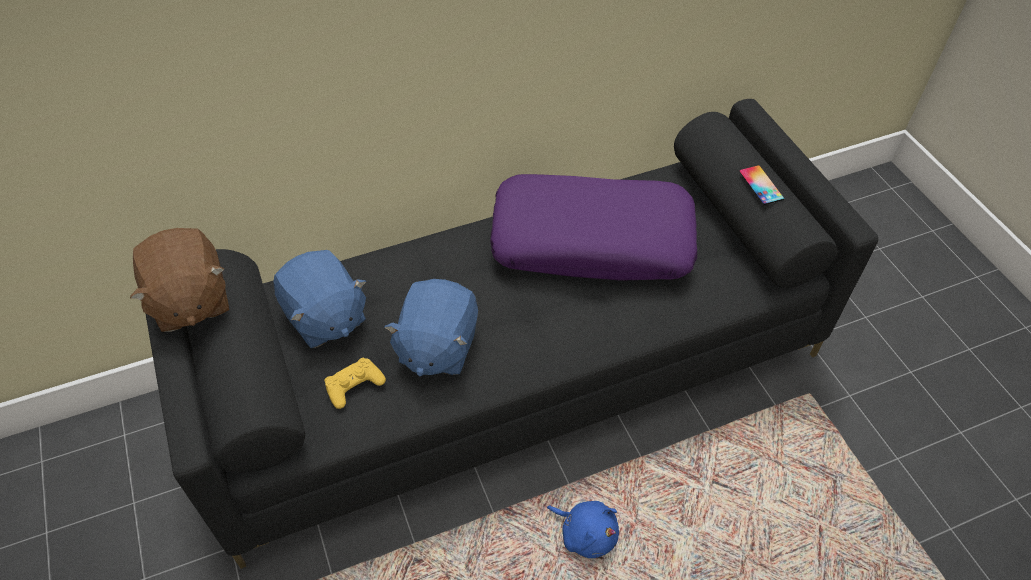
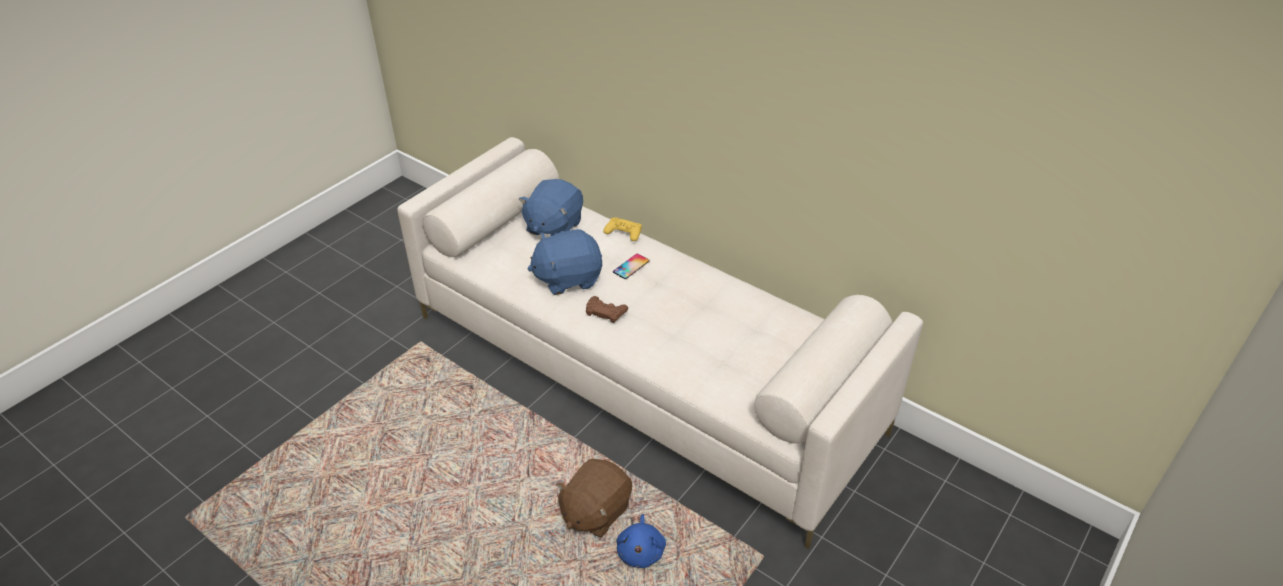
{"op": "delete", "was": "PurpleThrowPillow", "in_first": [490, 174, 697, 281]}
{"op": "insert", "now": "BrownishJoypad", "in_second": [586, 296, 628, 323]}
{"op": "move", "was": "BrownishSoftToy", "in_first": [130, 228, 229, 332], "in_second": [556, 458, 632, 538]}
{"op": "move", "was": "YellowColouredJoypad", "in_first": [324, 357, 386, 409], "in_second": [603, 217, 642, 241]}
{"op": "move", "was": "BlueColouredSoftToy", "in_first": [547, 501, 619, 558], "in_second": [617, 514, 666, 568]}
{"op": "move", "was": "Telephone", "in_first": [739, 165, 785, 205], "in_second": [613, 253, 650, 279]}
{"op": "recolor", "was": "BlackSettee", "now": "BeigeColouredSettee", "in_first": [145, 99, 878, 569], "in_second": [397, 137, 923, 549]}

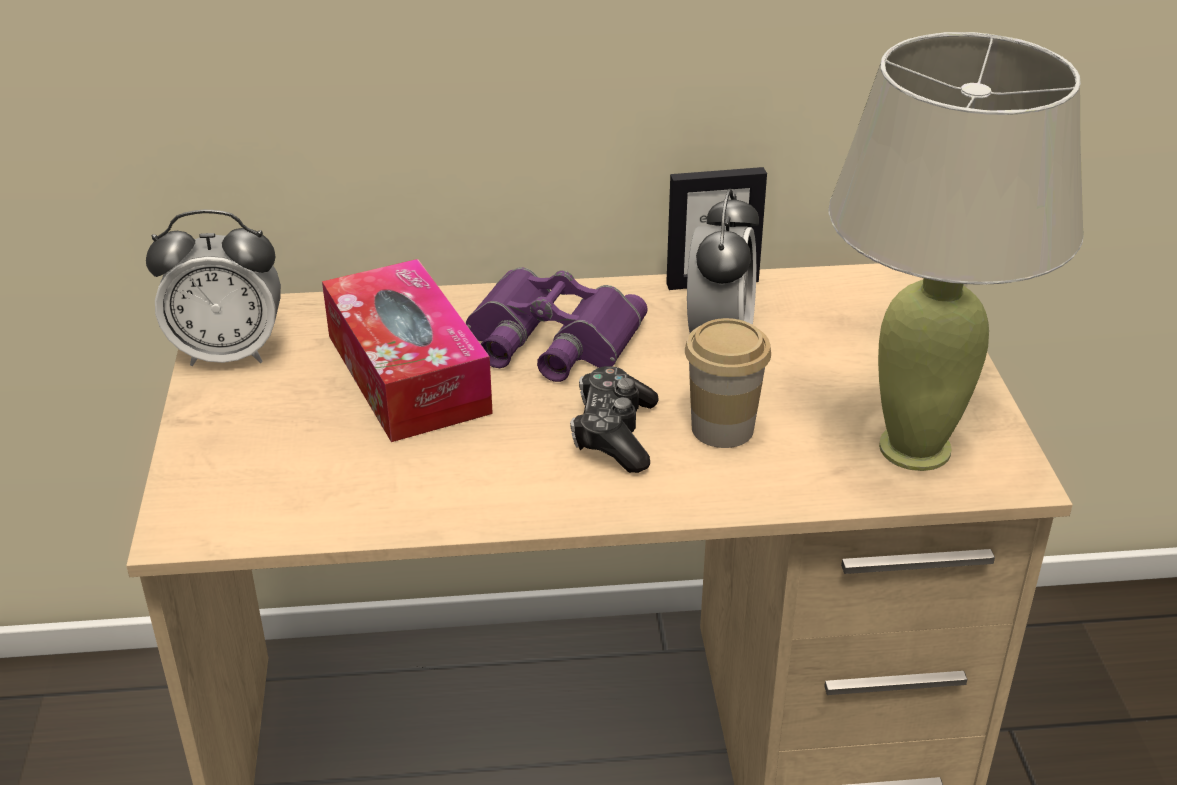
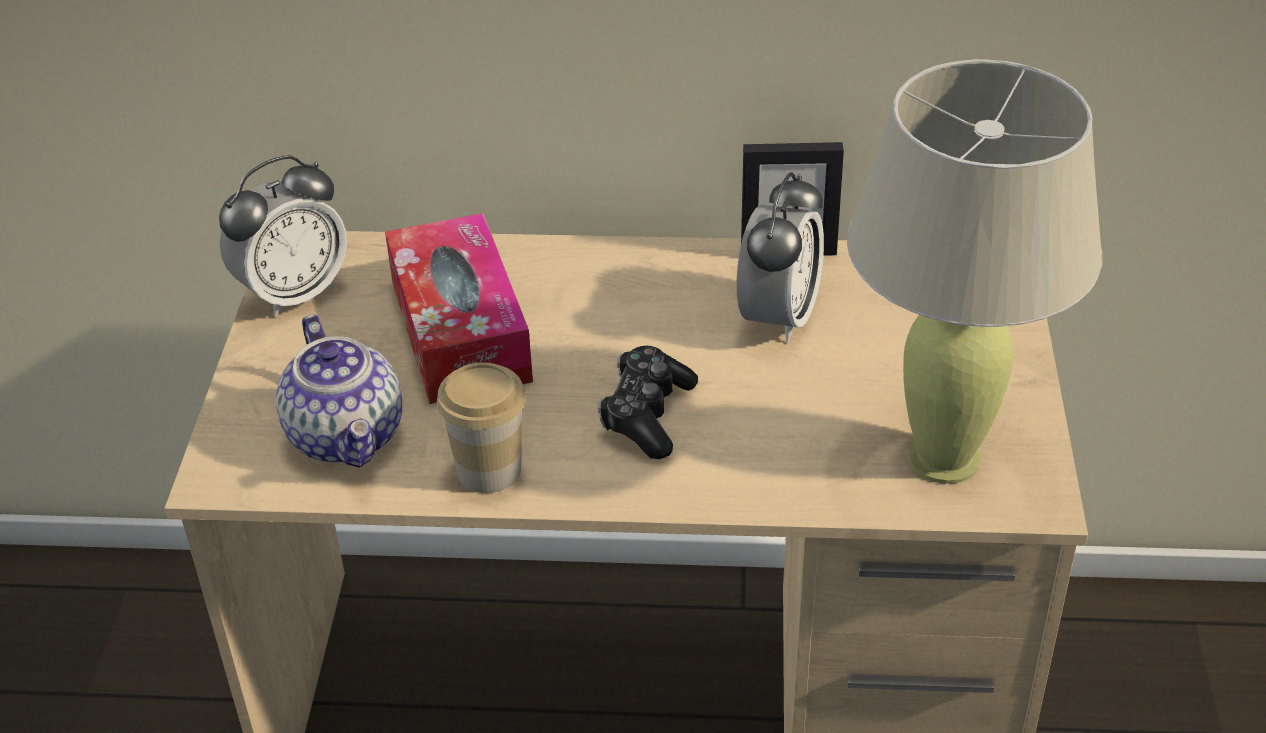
{"op": "delete", "was": "PurplePairOfBinoculars", "in_first": [466, 267, 648, 382]}
{"op": "insert", "now": "Teapot", "in_second": [276, 315, 402, 468]}
{"op": "move", "was": "Cup", "in_first": [685, 318, 771, 448], "in_second": [437, 362, 526, 493]}
{"op": "rotate", "was": "BedsideClock", "in_first": [146, 210, 281, 366], "in_second": [219, 155, 347, 317], "clockwise": -45}

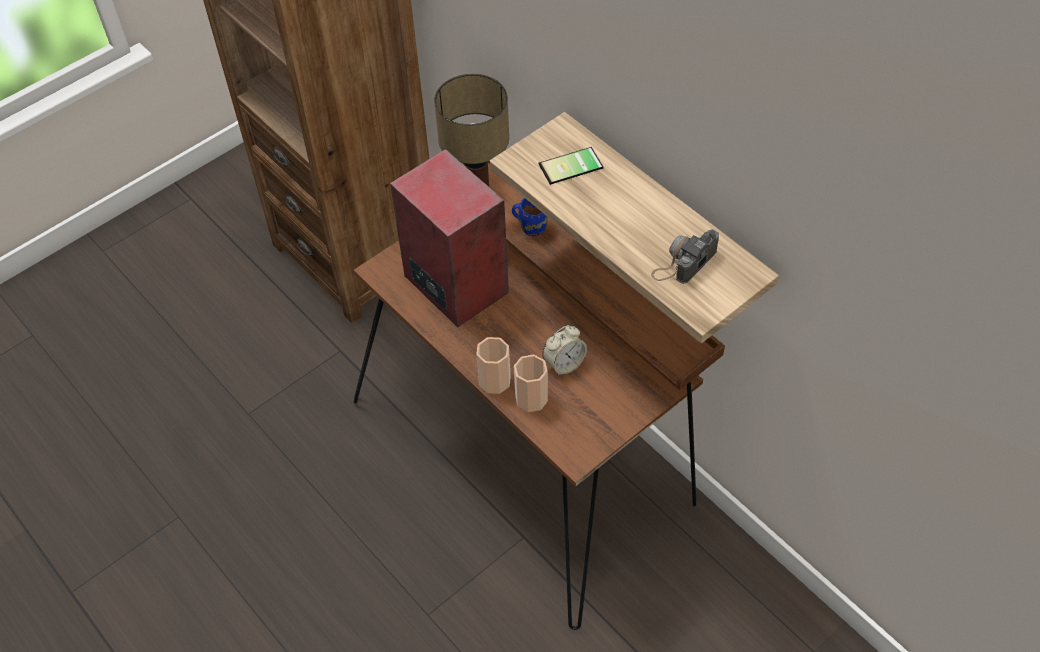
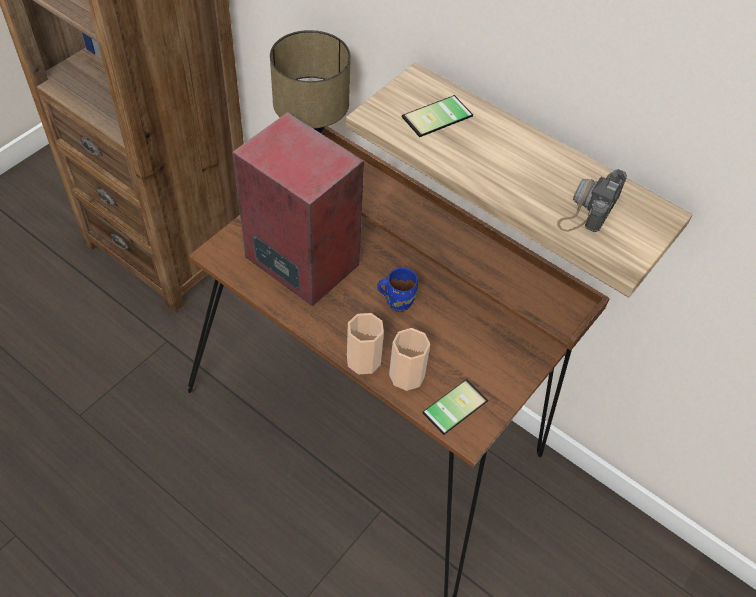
{"op": "delete", "was": "BedsideClock", "in_first": [542, 325, 587, 376]}
{"op": "insert", "now": "Telephone", "in_second": [422, 379, 488, 435]}
{"op": "move", "was": "BlueColouredTeaMug", "in_first": [512, 198, 548, 236], "in_second": [377, 267, 418, 312]}

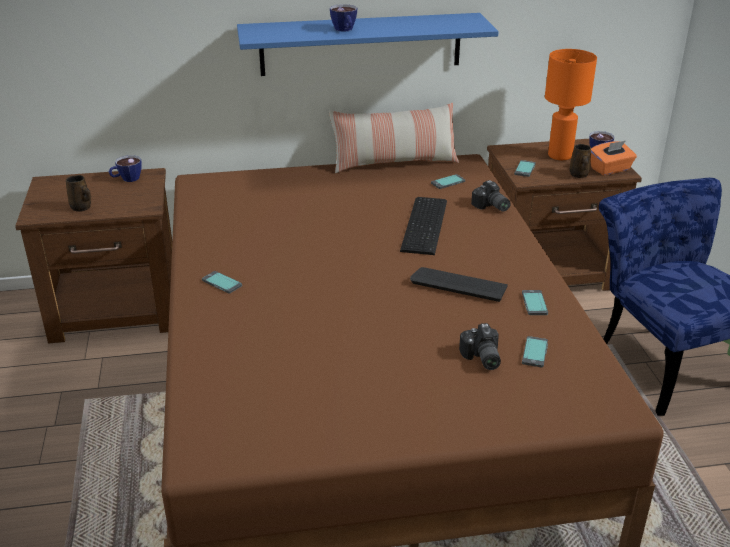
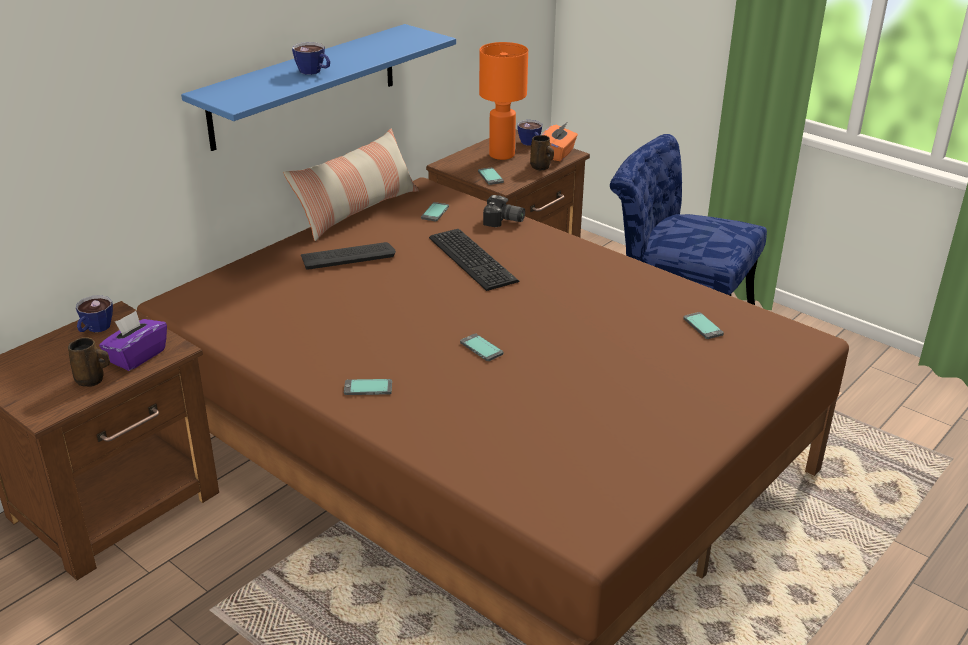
{"op": "delete", "was": "StillCamera", "in_first": [459, 323, 501, 370]}
{"op": "insert", "now": "PurpleBoxOfTissues", "in_second": [99, 311, 167, 371]}
{"op": "move", "was": "ComputerKeyboard", "in_first": [410, 267, 508, 302], "in_second": [301, 242, 396, 270]}
{"op": "move", "was": "Telephone", "in_first": [522, 290, 548, 315], "in_second": [460, 333, 503, 361]}

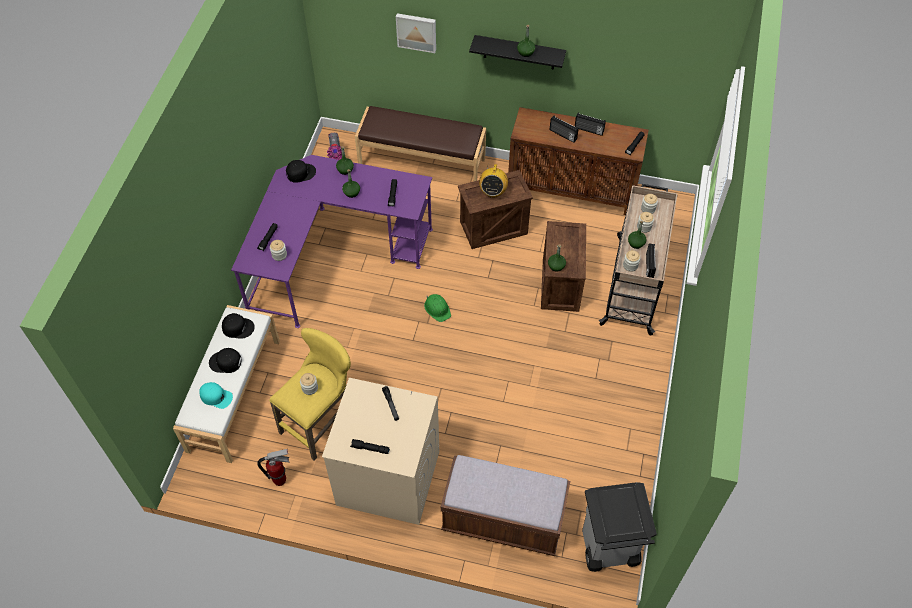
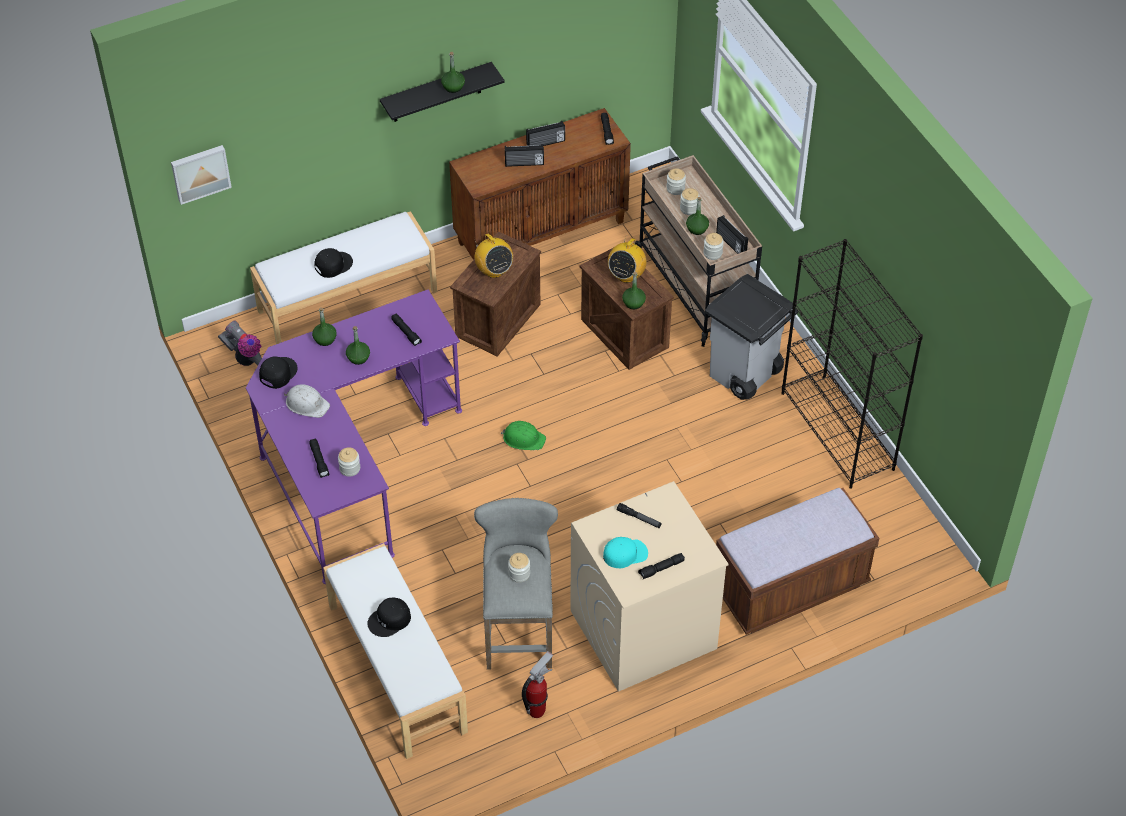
{"op": "insert", "now": "WhiteColouredHardHat", "in_second": [284, 384, 330, 418]}
{"op": "insert", "now": "Radio", "in_second": [608, 234, 646, 283]}
{"op": "insert", "now": "BlackBookcase", "in_second": [781, 239, 923, 489]}
{"op": "move", "was": "TurquoiseColouredPeakedCap", "in_first": [199, 382, 233, 409], "in_second": [603, 537, 648, 568]}
{"op": "move", "was": "BlackPeakedCap", "in_first": [222, 313, 255, 339], "in_second": [314, 248, 353, 278]}
{"op": "move", "was": "Picture", "in_first": [396, 13, 436, 53], "in_second": [171, 145, 232, 205]}
{"op": "move", "was": "GreyishWasteBin", "in_first": [582, 482, 657, 572], "in_second": [705, 274, 798, 400]}
{"op": "recolor", "was": "YellowColouredStoolSeat", "now": "GreyishStoolSeat", "in_first": [269, 328, 351, 460], "in_second": [474, 498, 558, 670]}
{"op": "recolor", "was": "BrownishIndoorBench", "now": "WhiteColouredIndoorBench", "in_first": [355, 106, 486, 182], "in_second": [250, 211, 437, 344]}

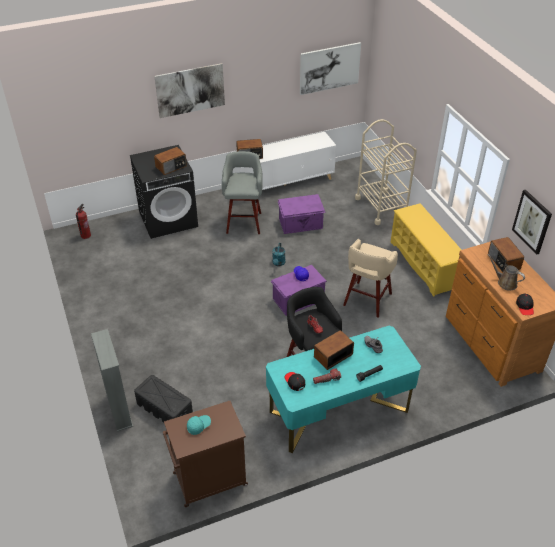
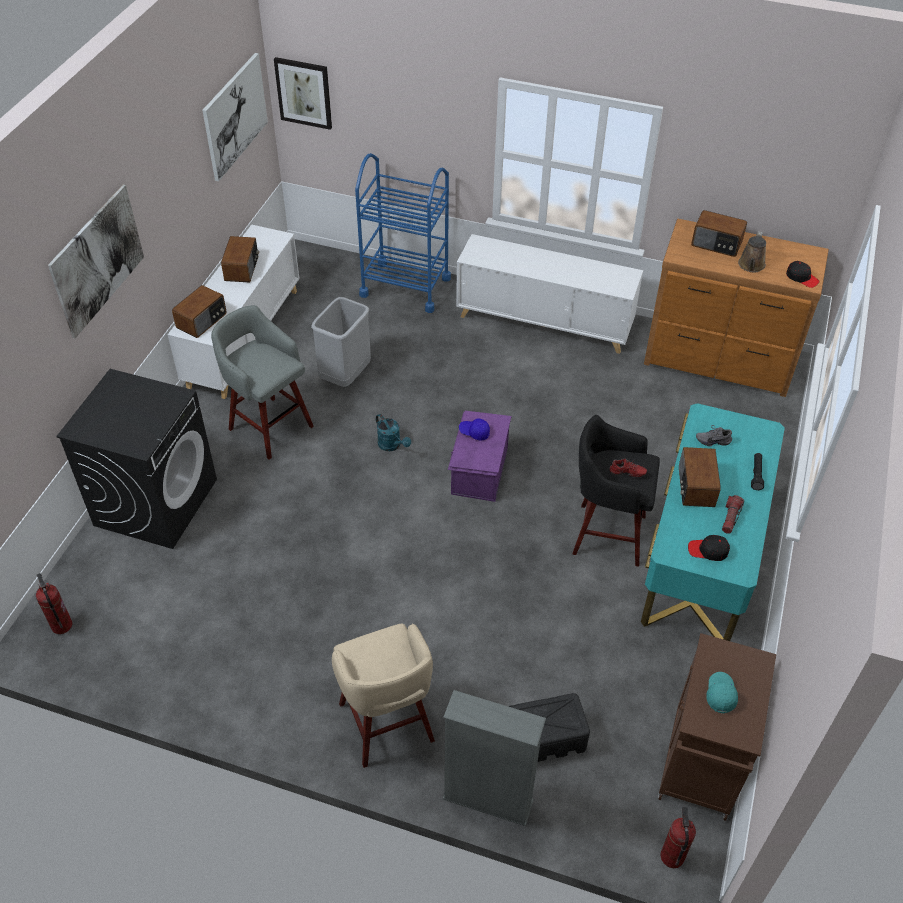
{"op": "insert", "now": "Extinguisher", "in_second": [661, 806, 696, 868]}
{"op": "move", "was": "Radio", "in_first": [154, 147, 187, 175], "in_second": [221, 236, 259, 283]}
{"op": "move", "was": "BeigeColouredStoolSeat", "in_first": [343, 239, 398, 318], "in_second": [332, 623, 435, 768]}
{"op": "move", "was": "Picture", "in_first": [512, 190, 552, 255], "in_second": [274, 57, 332, 130]}
{"op": "replace", "was": "PurpleStorageContainer", "now": "GreyishWasteBin", "in_first": [278, 194, 326, 234], "in_second": [311, 297, 371, 387]}
{"op": "replace", "was": "YellowColouredShoeStand", "now": "WhiteColouredCupboard", "in_first": [391, 203, 461, 297], "in_second": [456, 234, 643, 354]}
{"op": "recolor", "was": "BeigeColouredTrolley", "now": "BlueColouredTrolley", "in_first": [355, 119, 417, 225], "in_second": [355, 153, 451, 313]}
{"op": "rotate", "was": "BrownishWateringPot", "in_first": [488, 254, 525, 291], "in_second": [738, 231, 766, 273], "clockwise": -60}

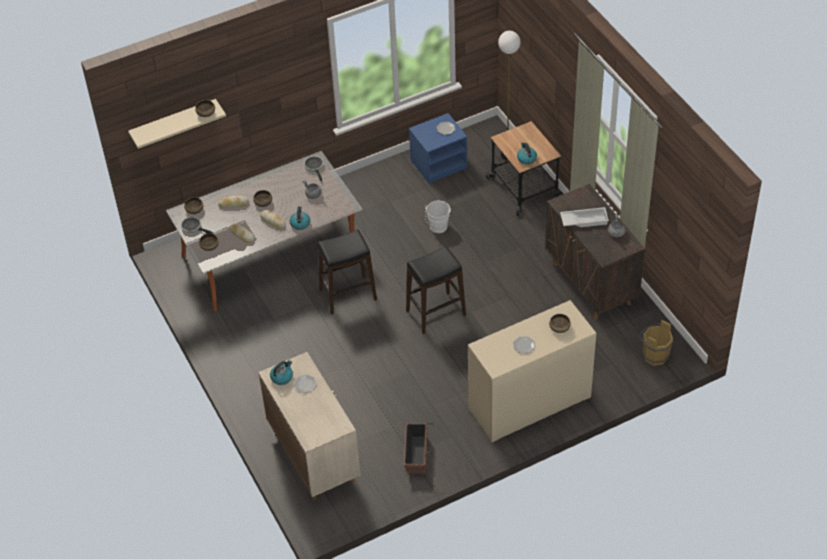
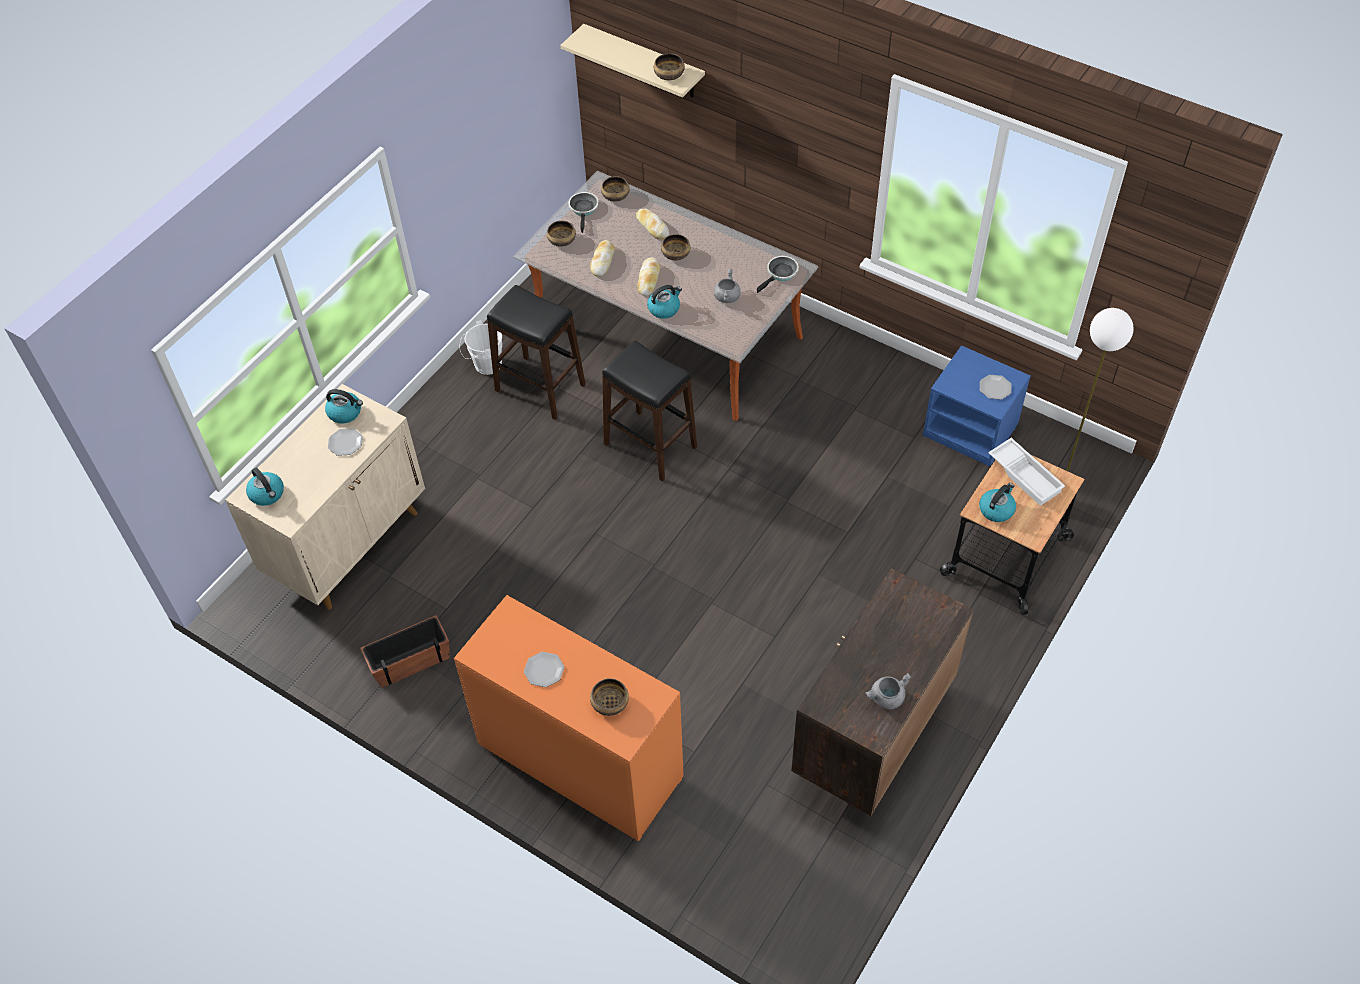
{"op": "delete", "was": "BrownishWaterBucket", "in_first": [640, 320, 673, 366]}
{"op": "insert", "now": "WaterKettle", "in_second": [246, 468, 284, 506]}
{"op": "move", "was": "BlackStoolSeat", "in_first": [406, 246, 466, 334], "in_second": [487, 285, 586, 420]}
{"op": "move", "was": "WhiteColouredWaterBucket", "in_first": [425, 201, 451, 233], "in_second": [460, 320, 502, 375]}
{"op": "move", "was": "WhiteColouredTray", "in_first": [560, 207, 609, 227], "in_second": [988, 438, 1065, 506]}
{"op": "recolor", "was": "BeigeColouredChestOfDrawers", "now": "OrangeyChestOfDrawers", "in_first": [468, 300, 596, 442], "in_second": [454, 595, 683, 841]}

